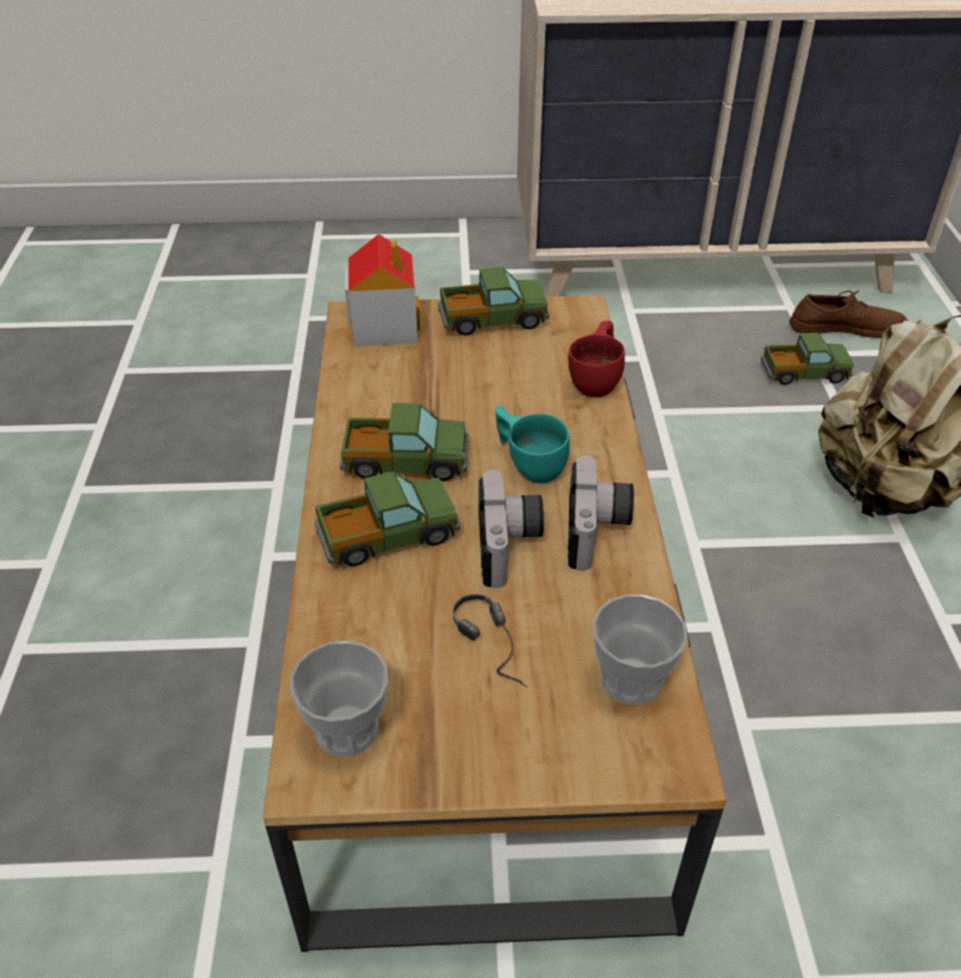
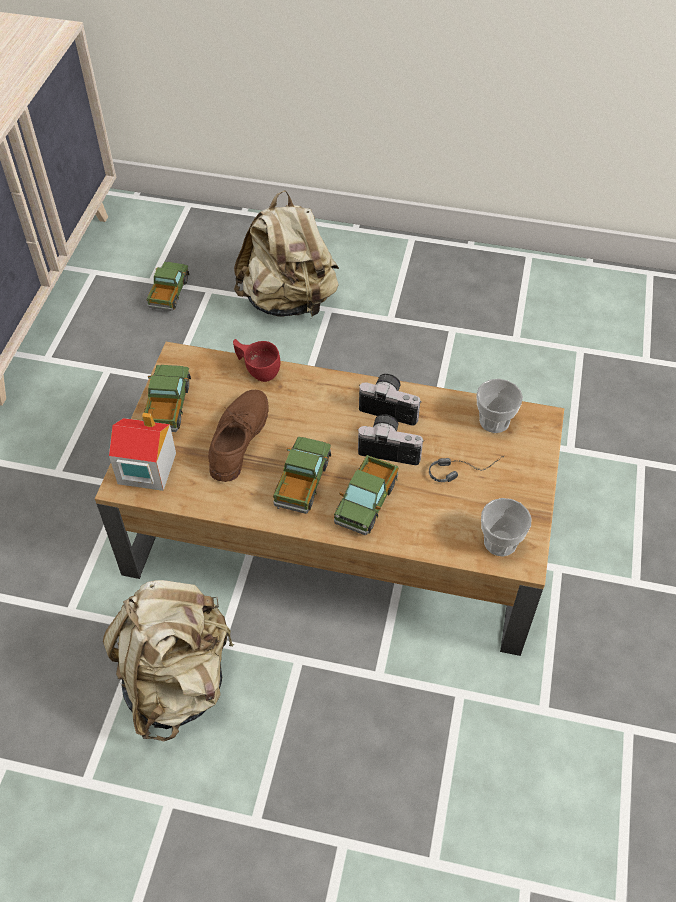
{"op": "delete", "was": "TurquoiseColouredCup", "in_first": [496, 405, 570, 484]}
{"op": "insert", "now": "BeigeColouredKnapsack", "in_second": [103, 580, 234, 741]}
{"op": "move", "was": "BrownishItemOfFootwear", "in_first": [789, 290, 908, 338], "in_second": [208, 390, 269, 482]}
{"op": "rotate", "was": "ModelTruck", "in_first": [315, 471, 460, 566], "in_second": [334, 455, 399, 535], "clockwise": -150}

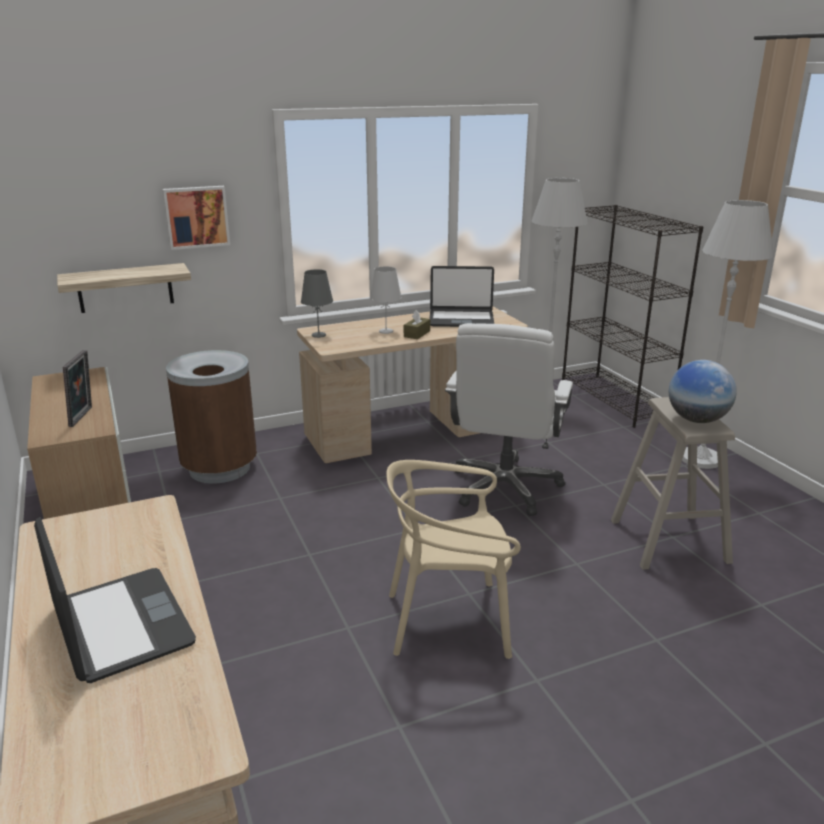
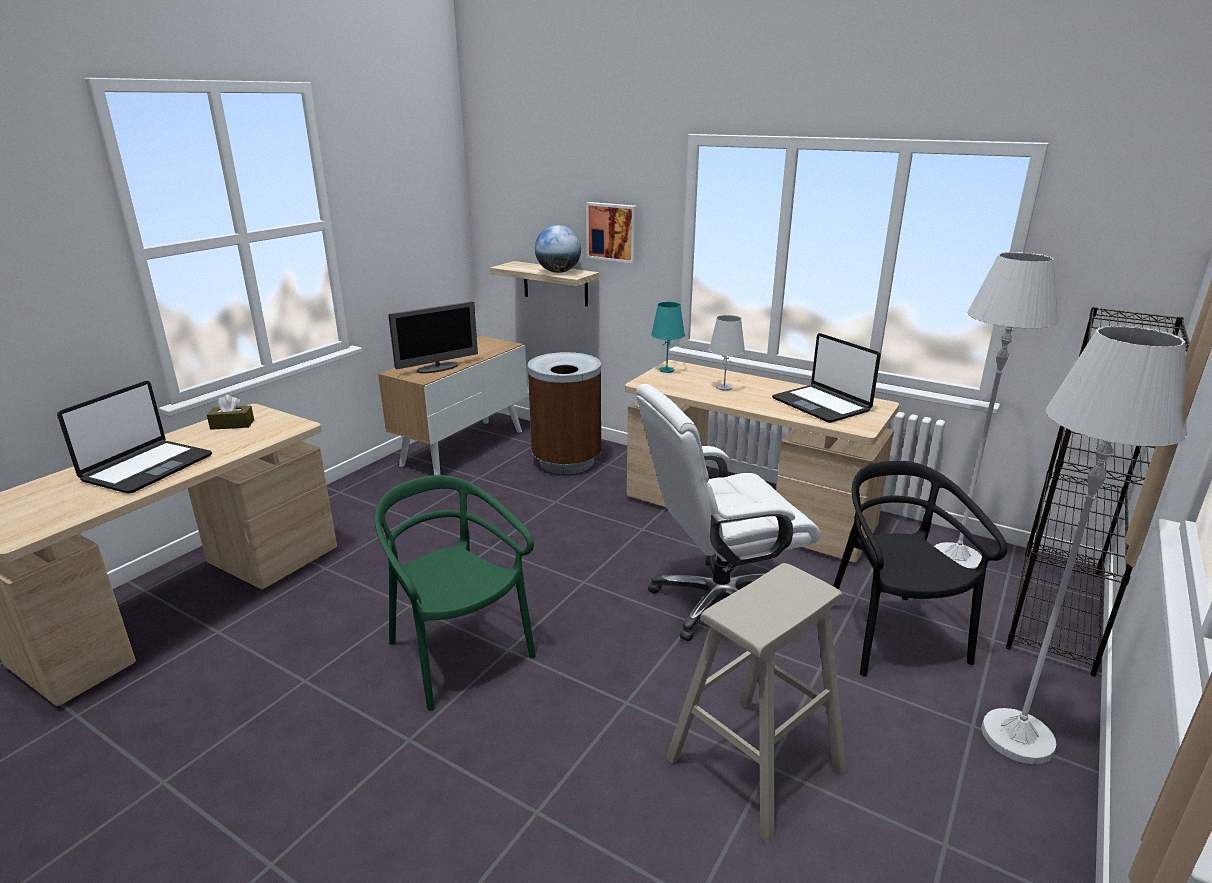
{"op": "insert", "now": "BlackPlainChair", "in_second": [833, 461, 1007, 677]}
{"op": "move", "was": "BrownishBoxOfTissues", "in_first": [404, 310, 430, 339], "in_second": [207, 395, 254, 430]}
{"op": "move", "was": "WorldGlobe", "in_first": [669, 360, 737, 423], "in_second": [535, 225, 581, 273]}
{"op": "replace", "was": "StandingFrame", "now": "ComputerDisplay", "in_first": [63, 350, 92, 427], "in_second": [388, 301, 478, 374]}
{"op": "recolor", "was": "GreyishTabletopLamp", "now": "TurquoiseColouredTabletopLamp", "in_first": [301, 269, 333, 338], "in_second": [651, 302, 685, 373]}
{"op": "recolor", "was": "BeigeColouredPlainChair", "now": "GreenPlainChair", "in_first": [386, 460, 521, 659], "in_second": [375, 475, 536, 711]}

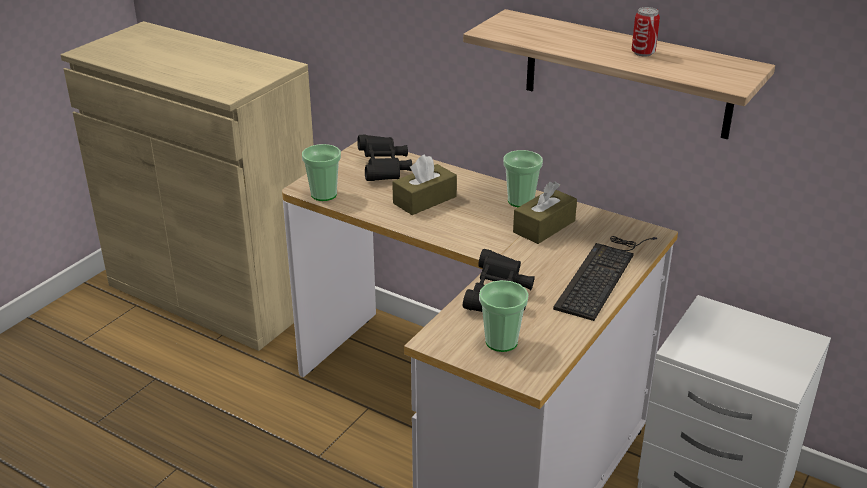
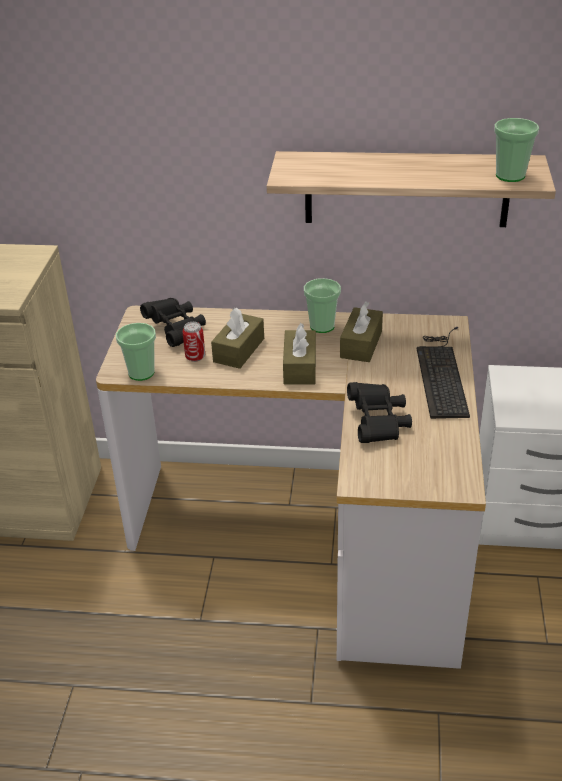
{"op": "insert", "now": "BrownishBoxOfTissues", "in_second": [283, 323, 316, 385]}
{"op": "move", "was": "Cup", "in_first": [479, 280, 529, 352], "in_second": [494, 118, 539, 182]}
{"op": "move", "was": "Can", "in_first": [632, 7, 660, 57], "in_second": [183, 322, 205, 362]}

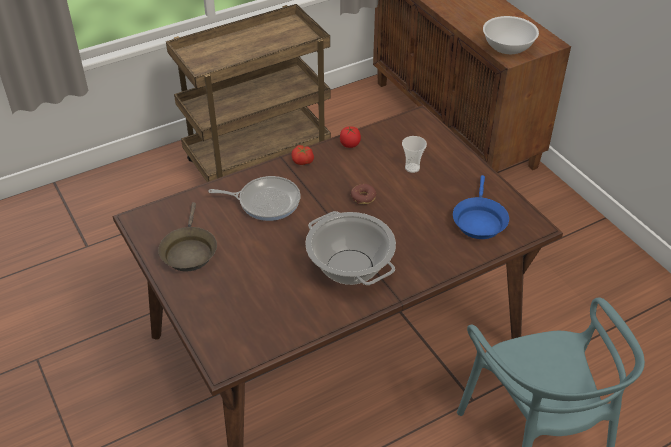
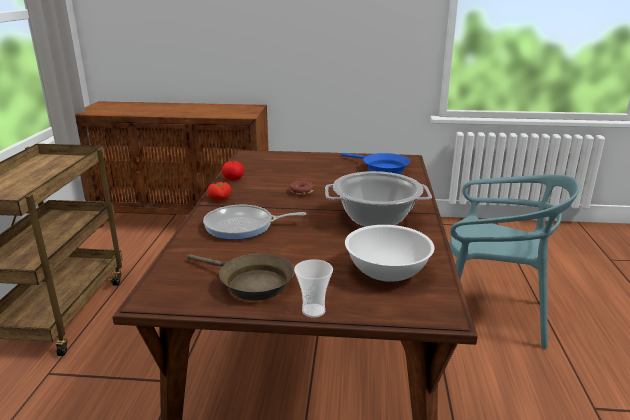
{"op": "move", "was": "Cup", "in_first": [402, 136, 427, 173], "in_second": [294, 259, 333, 318]}
{"op": "move", "was": "WhiteColouredDeepDish", "in_first": [483, 16, 539, 54], "in_second": [345, 225, 434, 282]}
{"op": "rotate", "was": "FryingPan", "in_first": [208, 176, 301, 221], "in_second": [203, 205, 307, 240], "clockwise": -135}

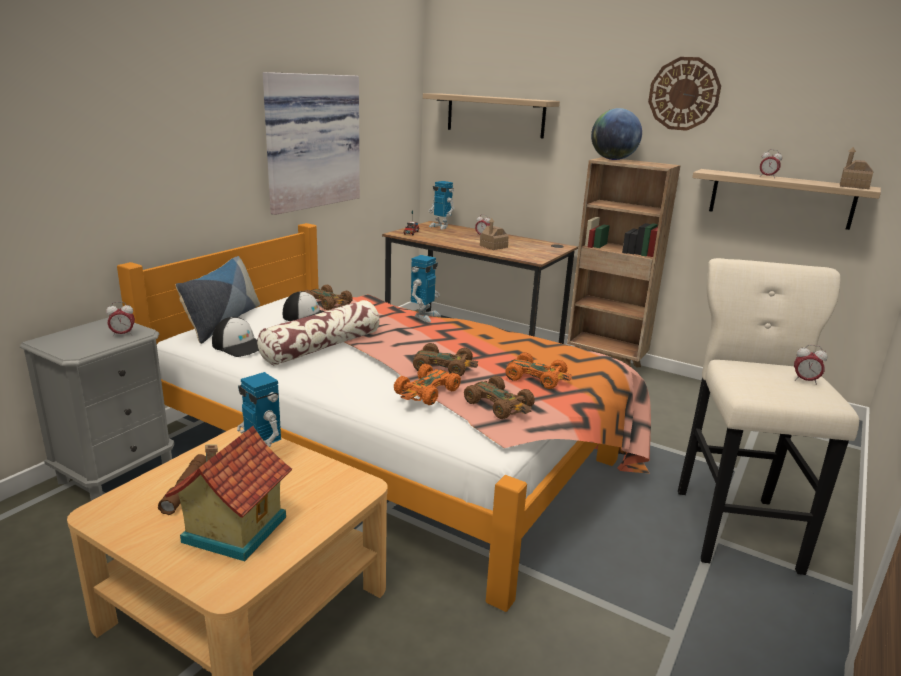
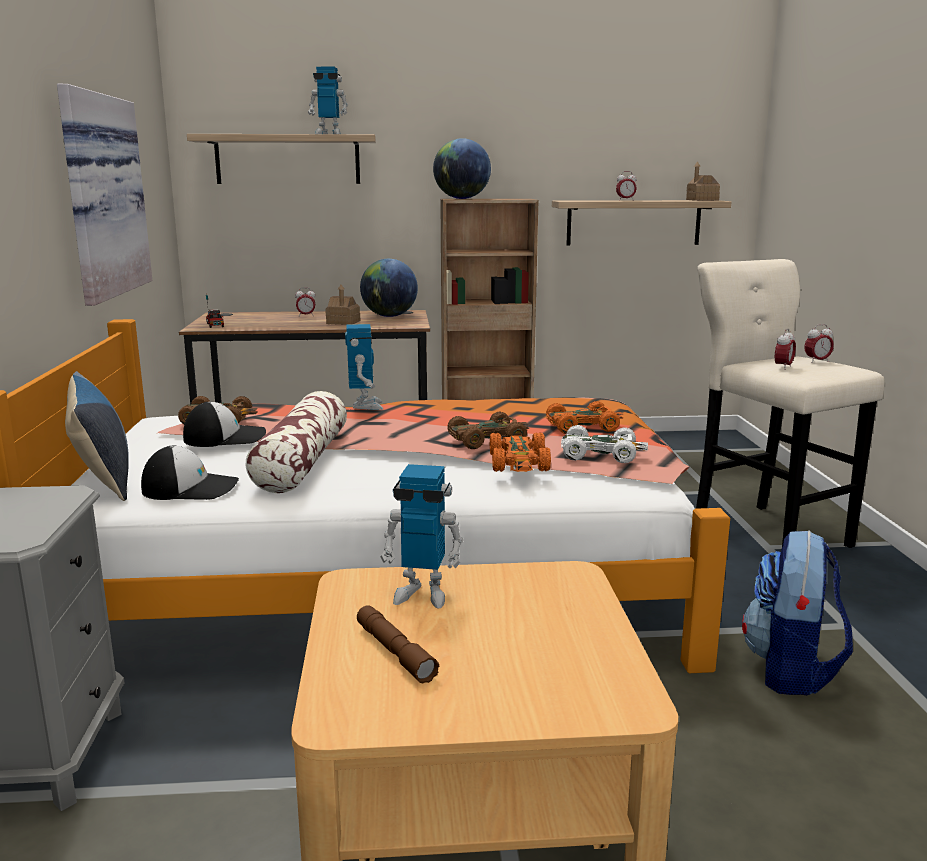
{"op": "delete", "was": "ToyHouse", "in_first": [165, 426, 292, 561]}
{"op": "delete", "was": "HangingClock", "in_first": [648, 57, 721, 131]}
{"op": "insert", "now": "WorldGlobe", "in_second": [360, 259, 418, 317]}
{"op": "insert", "now": "Knapsack", "in_second": [742, 530, 853, 695]}
{"op": "move", "was": "BedsideClock", "in_first": [106, 302, 135, 337], "in_second": [775, 329, 796, 370]}
{"op": "move", "was": "RobotFigure", "in_first": [429, 181, 455, 230], "in_second": [308, 67, 348, 134]}
{"op": "recolor", "was": "BrownishModelCar", "now": "WhiteColouredModelCar", "in_first": [464, 376, 535, 419], "in_second": [561, 425, 648, 463]}

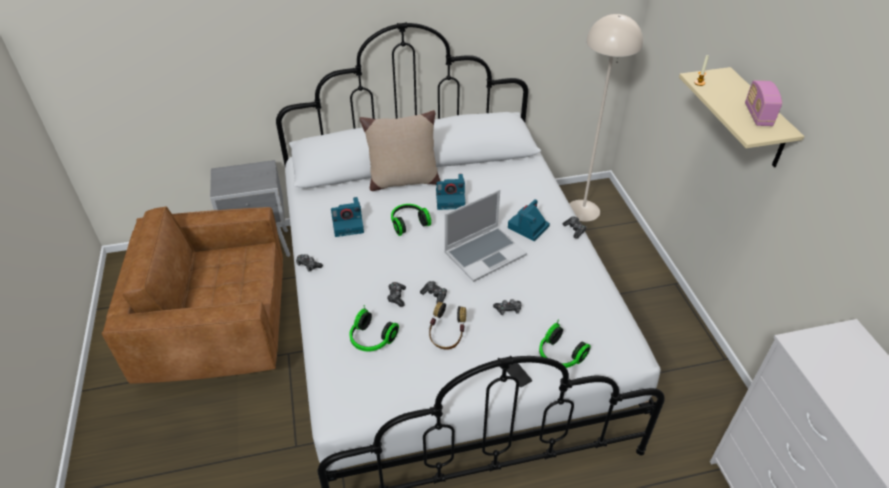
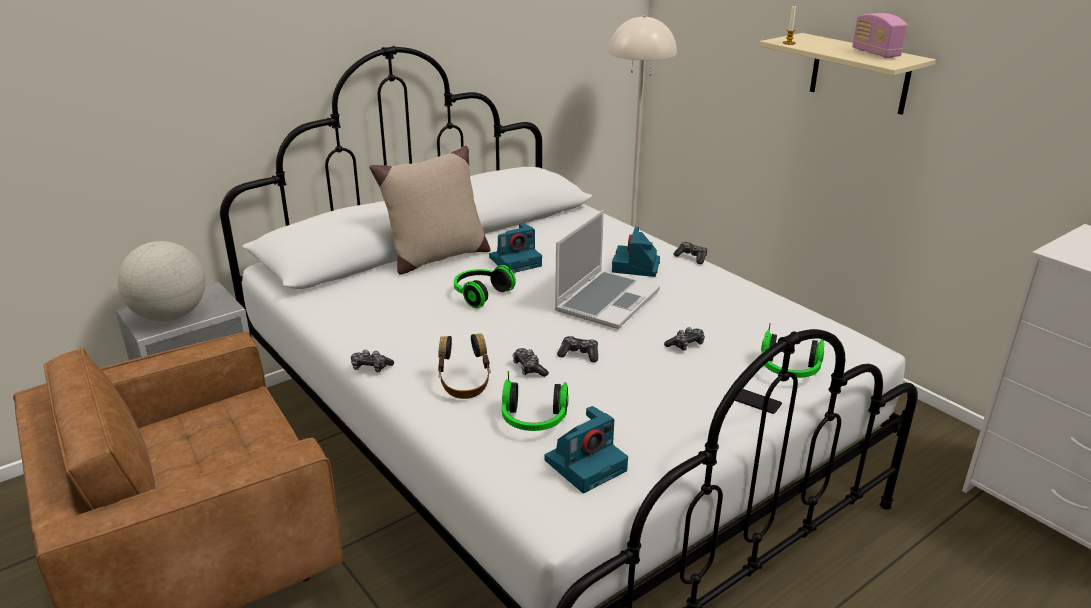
{"op": "insert", "now": "WorldGlobe", "in_second": [118, 241, 205, 321]}
{"op": "move", "was": "StillCamera", "in_first": [331, 197, 364, 237], "in_second": [545, 406, 628, 493]}
{"op": "move", "was": "PairOfHeadphones", "in_first": [429, 302, 466, 350], "in_second": [438, 334, 490, 399]}

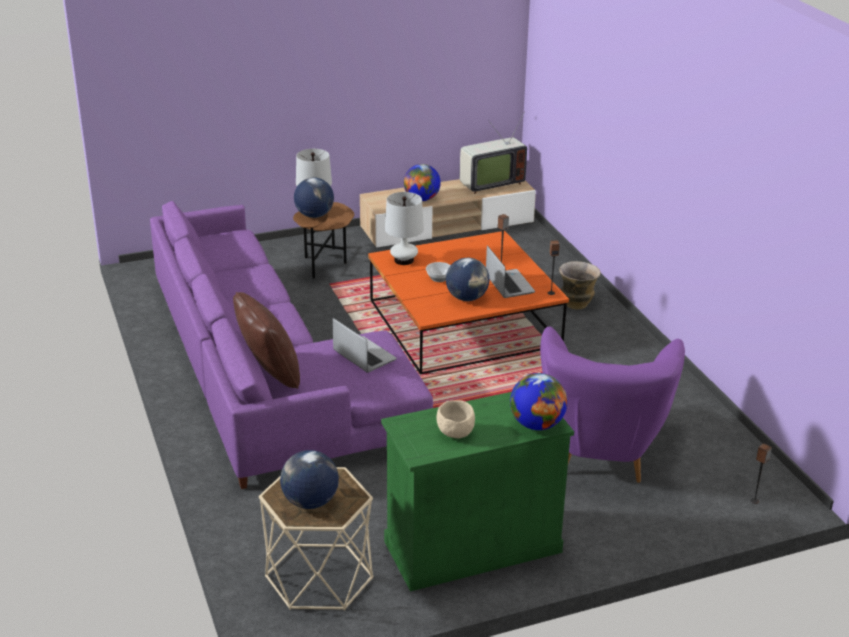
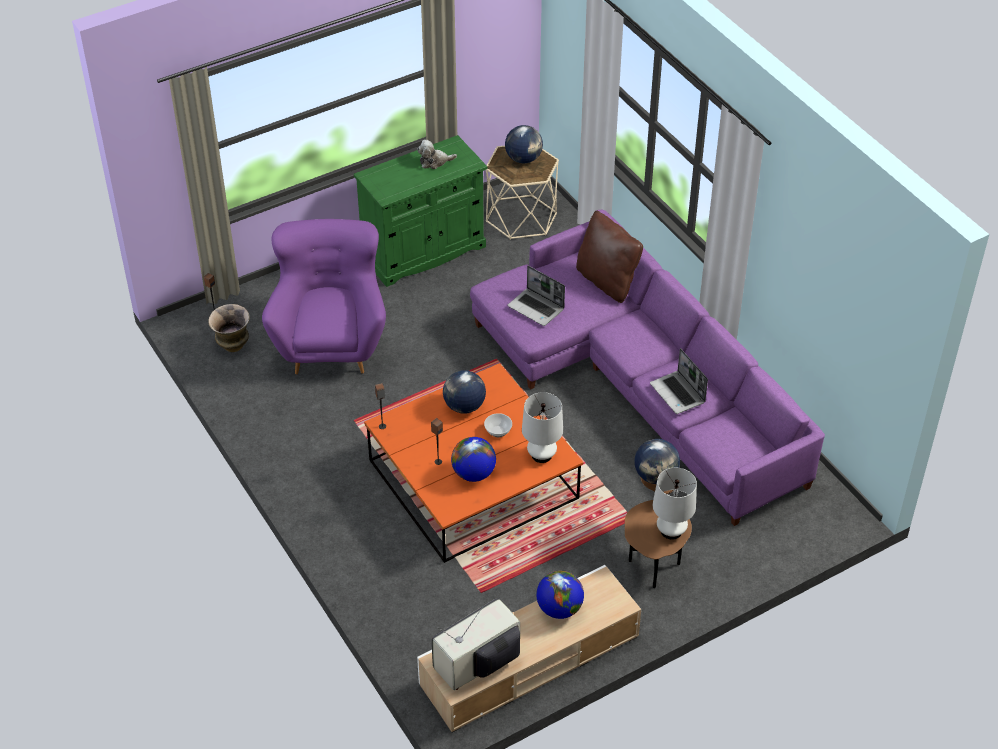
{"op": "move", "was": "PortableComputer", "in_first": [486, 246, 535, 298], "in_second": [650, 348, 708, 414]}
{"op": "move", "was": "WorldGlobe", "in_first": [510, 373, 568, 430], "in_second": [451, 437, 496, 482]}
{"op": "move", "was": "Vase", "in_first": [559, 261, 601, 309], "in_second": [208, 304, 250, 352]}
{"op": "replace", "was": "BeigeColouredDeepDish", "now": "SoftToy", "in_first": [436, 400, 475, 439], "in_second": [417, 140, 457, 169]}

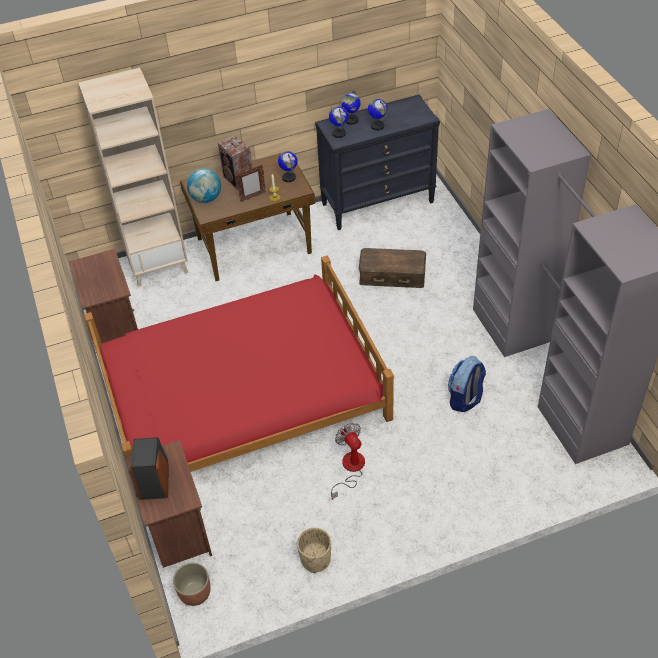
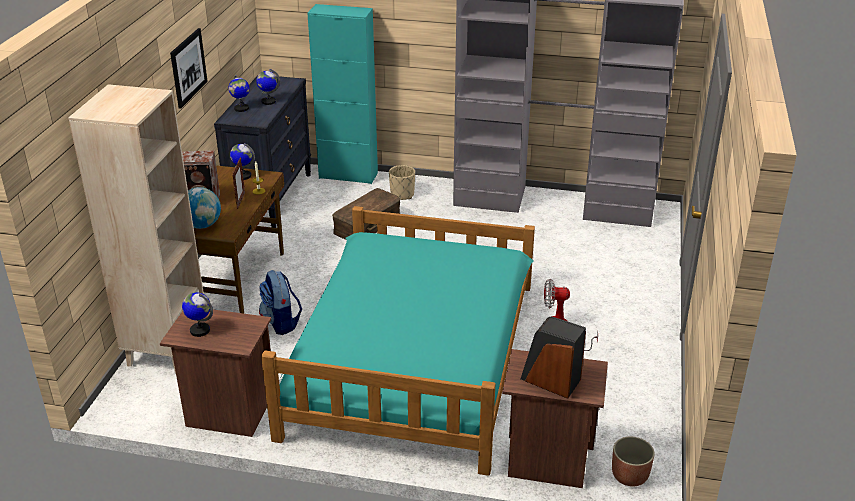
{"op": "insert", "now": "Picture", "in_second": [170, 28, 208, 109]}
{"op": "insert", "now": "TurquoiseColouredCupboard", "in_second": [307, 4, 378, 184]}
{"op": "move", "was": "BeigeColouredPlantPot", "in_first": [297, 528, 331, 573], "in_second": [389, 165, 415, 200]}
{"op": "move", "was": "WorldGlobe", "in_first": [329, 106, 348, 138], "in_second": [182, 292, 213, 337]}
{"op": "move", "was": "Knapsack", "in_first": [448, 356, 486, 412], "in_second": [259, 270, 302, 335]}
{"op": "recolor", "was": "RedSleepingBed", "now": "TurquoiseColouredSleepingBed", "in_first": [84, 256, 394, 472], "in_second": [261, 206, 535, 476]}

